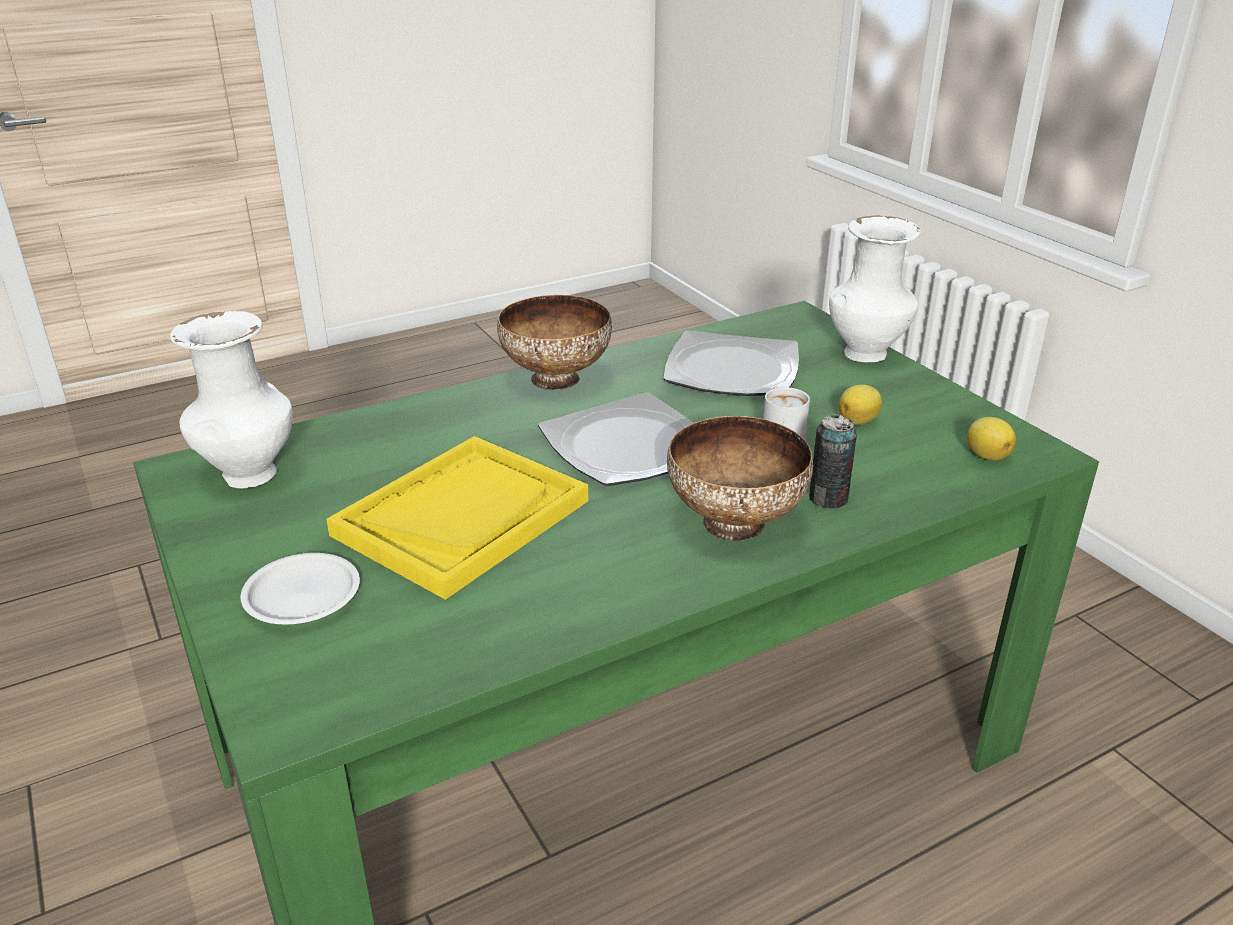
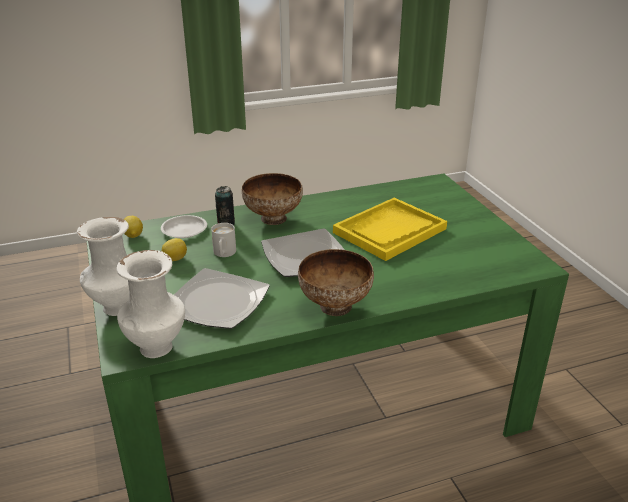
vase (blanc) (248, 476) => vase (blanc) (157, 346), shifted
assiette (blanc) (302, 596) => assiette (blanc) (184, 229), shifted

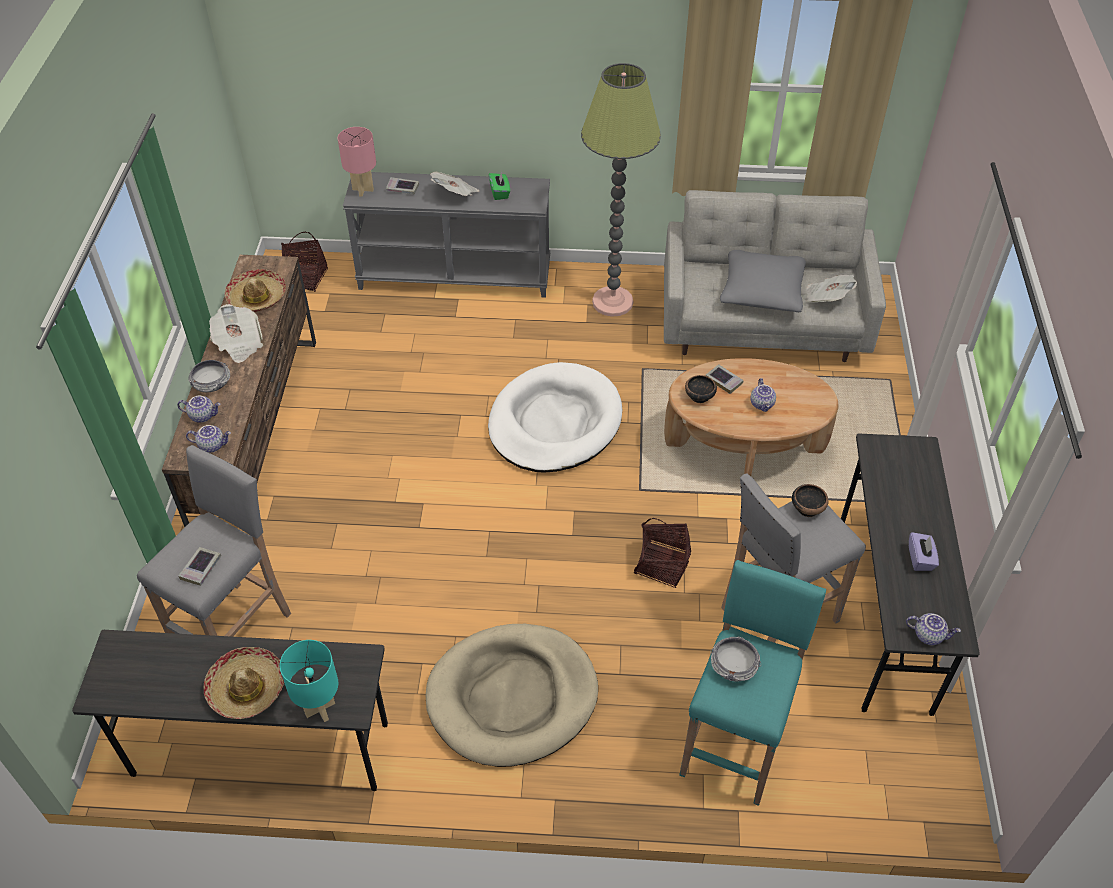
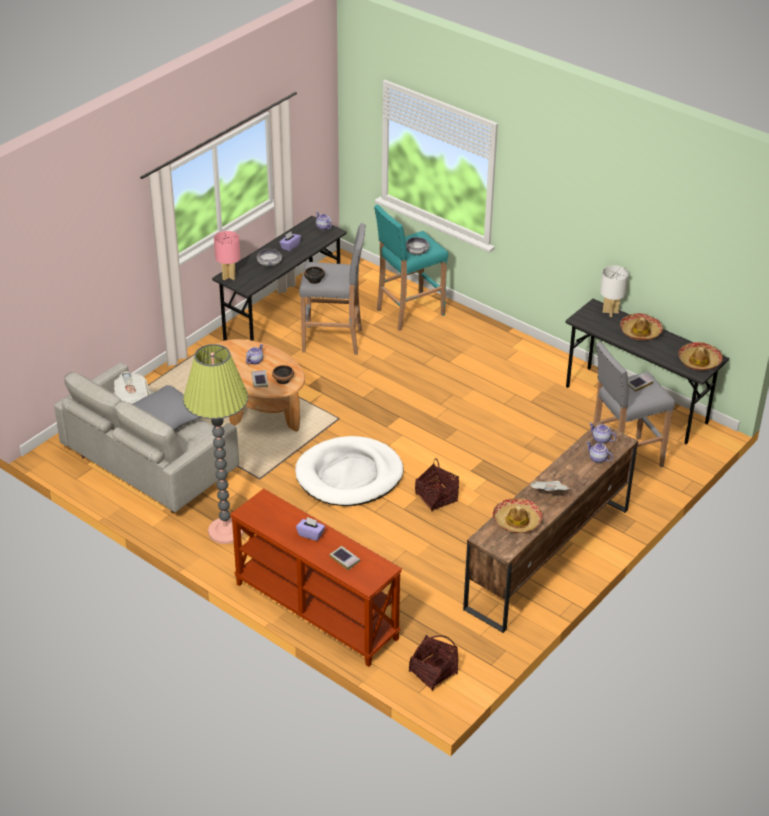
lampe de table (rose) (363, 190) => lampe de table (rose) (229, 276), shifted
boîte à mouchoirs (vert) (500, 192) => nothing
table console (gris) (455, 276) => table console (marron) (315, 611)
journal (455, 194) => boîte à mouchoirs (violet) (311, 534)
bol (211, 383) => bol (269, 263), shifted
panier (662, 564) => panier (436, 498), shifted
panier pour chien (beige) (512, 697) => nothing
lampe de table (turquoise) (319, 708) => lampe de table (blanc) (610, 312)
nothing => chapeau (699, 361)

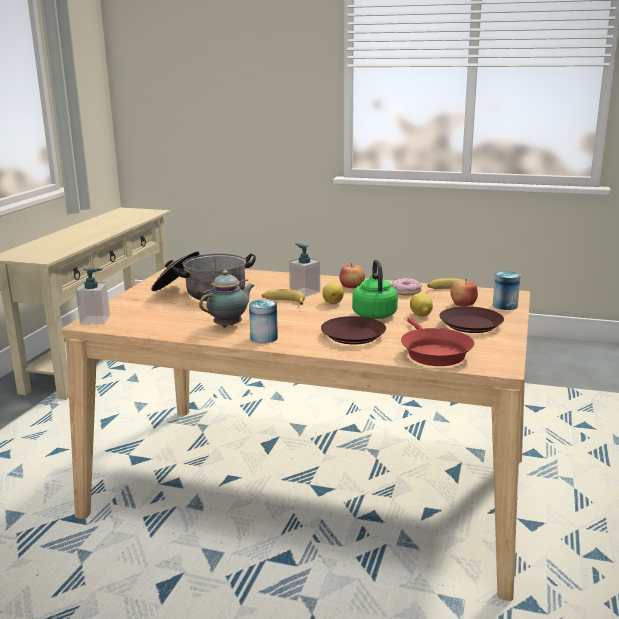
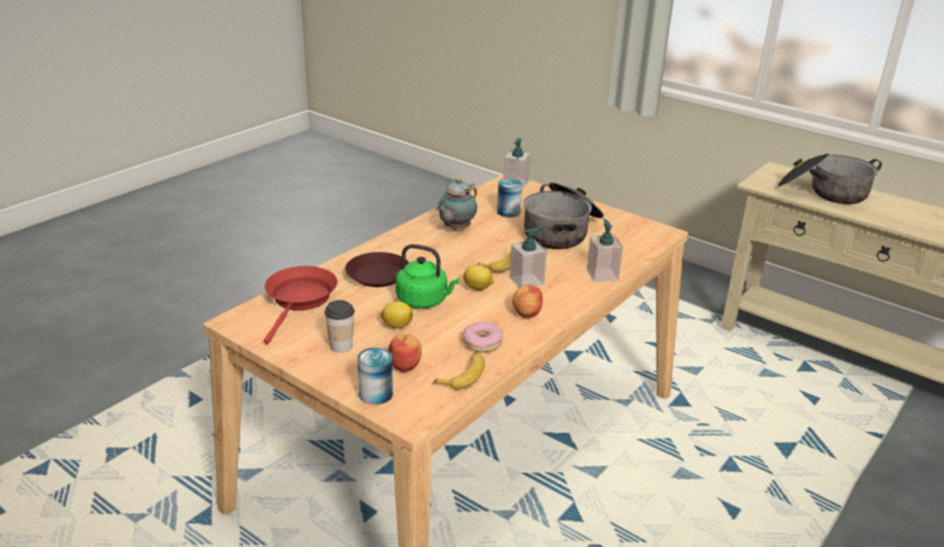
théière (230, 325) => théière (455, 229), 60 degrees clockwise
boîte métallique (264, 338) => boîte métallique (508, 212), shifted
assiette (marron) (471, 325) => tasse (341, 346)
poêle (rouge) (433, 352) => poêle (rouge) (300, 300), 90 degrees clockwise
nothing => marmite (824, 192)
nothing => distributeur de savon (602, 275)

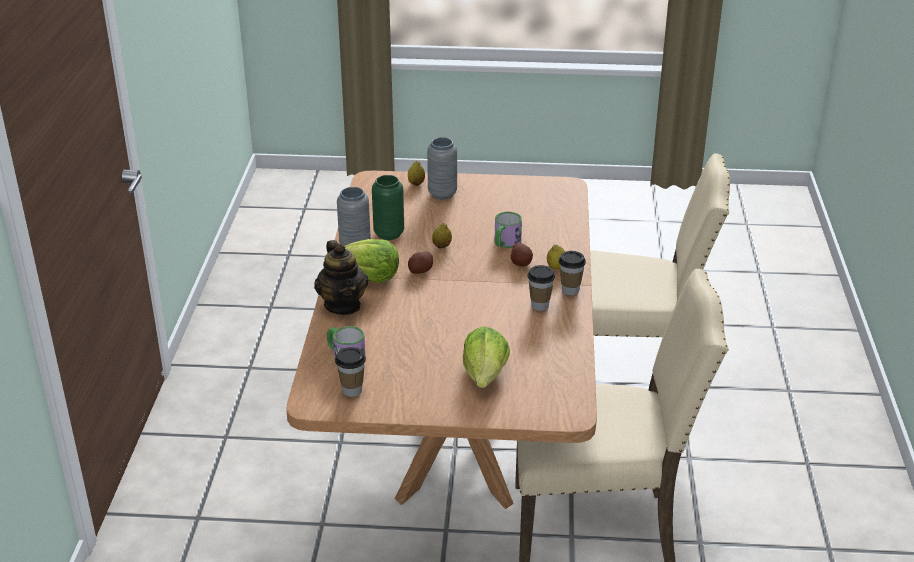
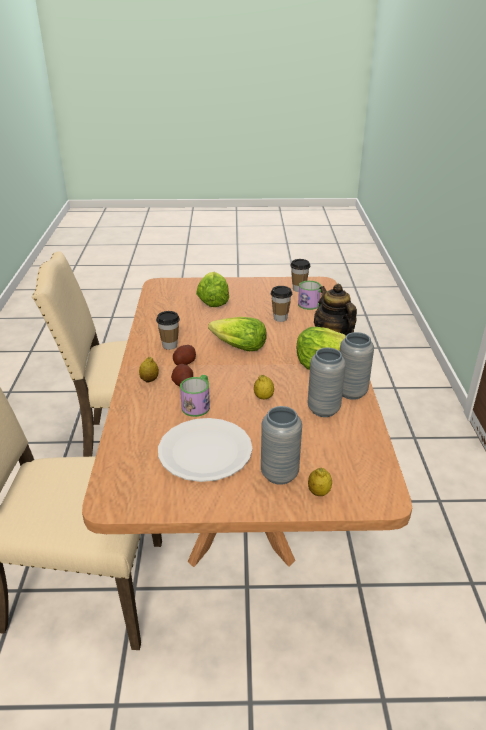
vase (vert) (389, 234) => vase (gris) (323, 409)
pomme de terre (420, 271) => pomme de terre (184, 362), shifted
tasse (570, 290) => tasse (280, 318), shifted
nothing => laitue (238, 347)
nothing => assiette (blanc) (205, 451)

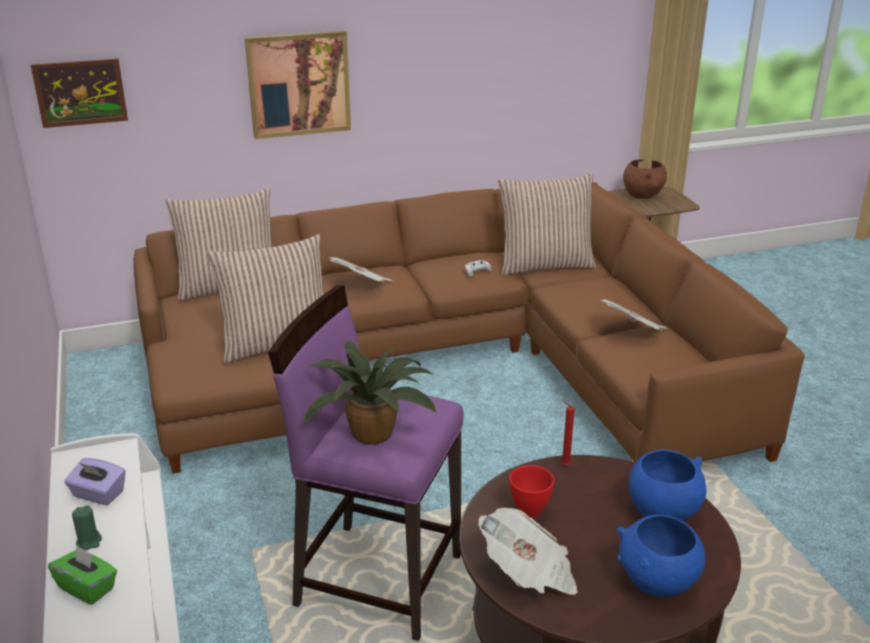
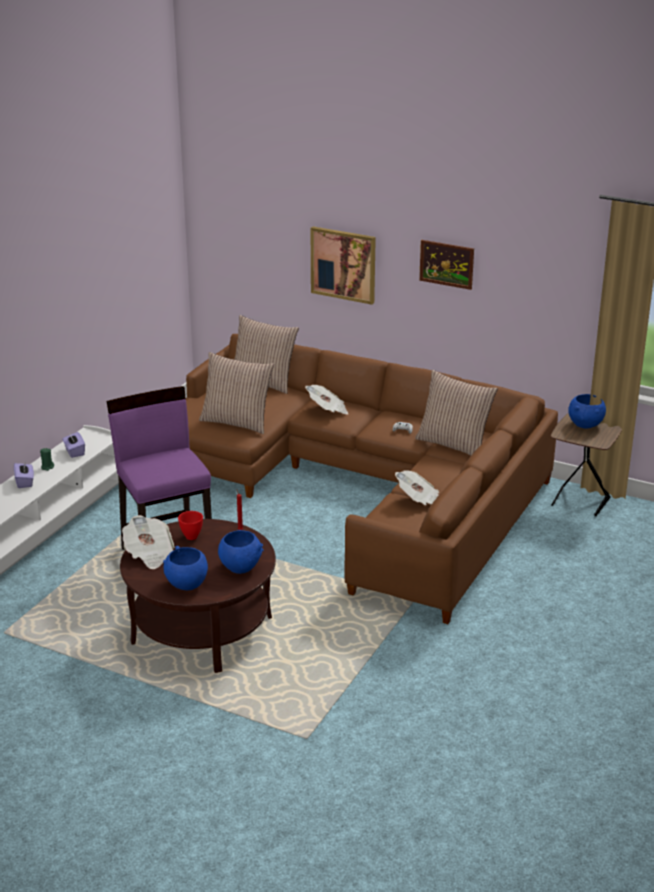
tableau (80, 92) => tableau (446, 264), shifted
bol (marron) (642, 195) => bol (bleu) (585, 425)
plante en pot (373, 430) => nothing
boîte à mouchoirs (vert) (87, 588) => boîte à mouchoirs (violet) (25, 482)

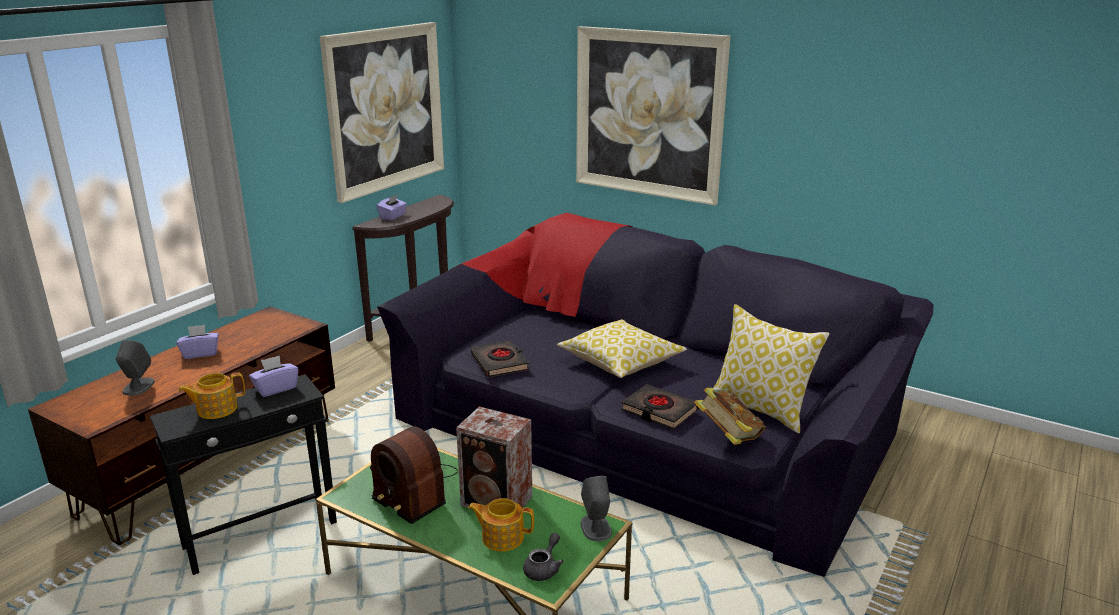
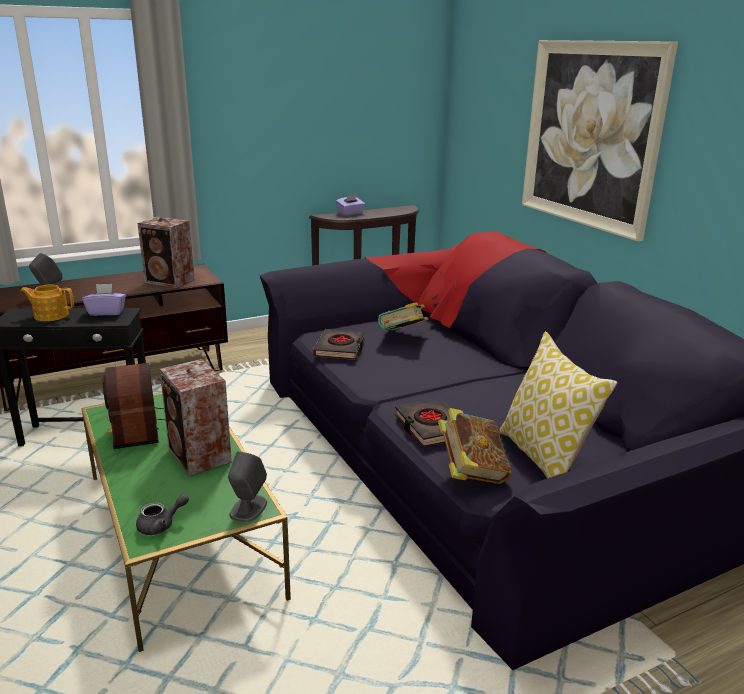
tableau (385, 109) => nothing
coussin (621, 362) => nothing
boîte à mouchoirs (violet) (200, 353) => nothing
théière (502, 537) => nothing
nothing => enceinte (170, 281)
nothing => livre (402, 336)

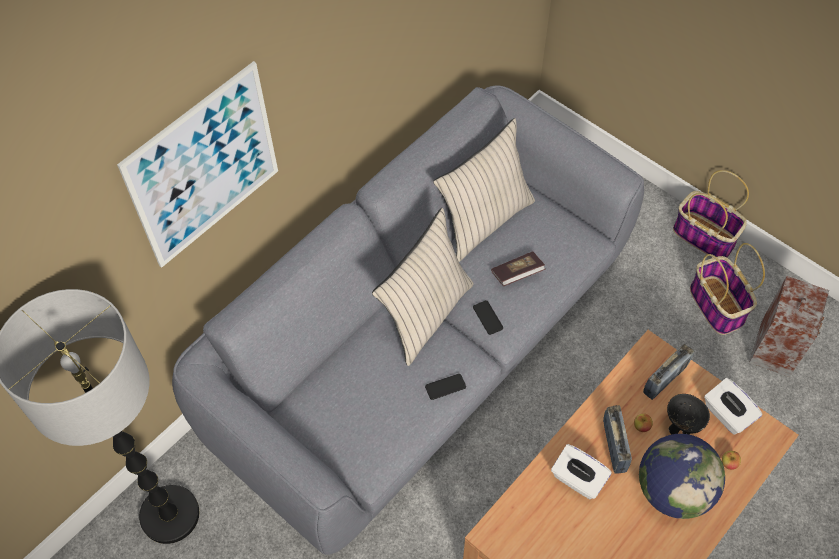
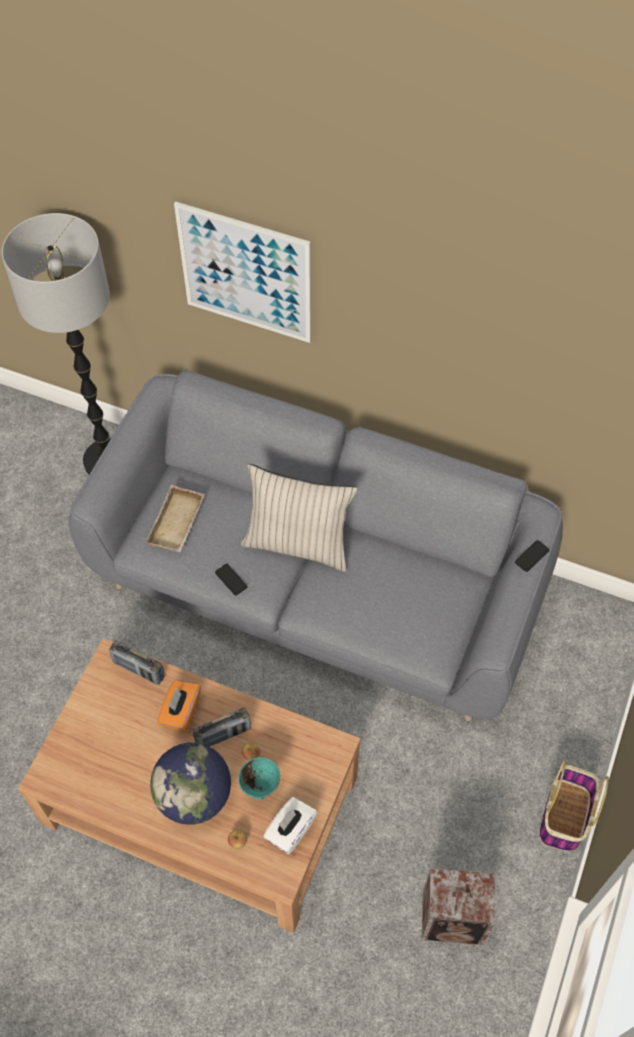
coussin (beige) (484, 220) => nothing
panier (717, 306) => nothing
livre (517, 274) => nothing
téléphone (488, 317) => téléphone (531, 556), shifted
radio (665, 379) => radio (139, 670), shifted
bol (noir) (679, 428) => bol (turquoise) (260, 789)
boîte à mouchoirs (blanc) (578, 479) => boîte à mouchoirs (orange) (181, 712)
nothing => plateau (beige) (178, 524)

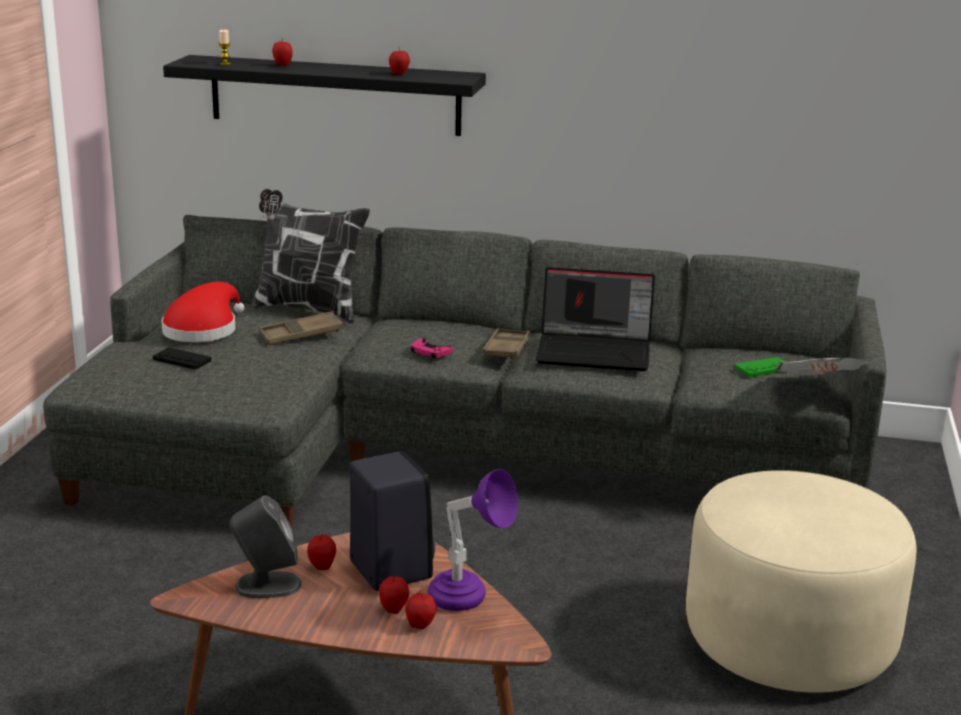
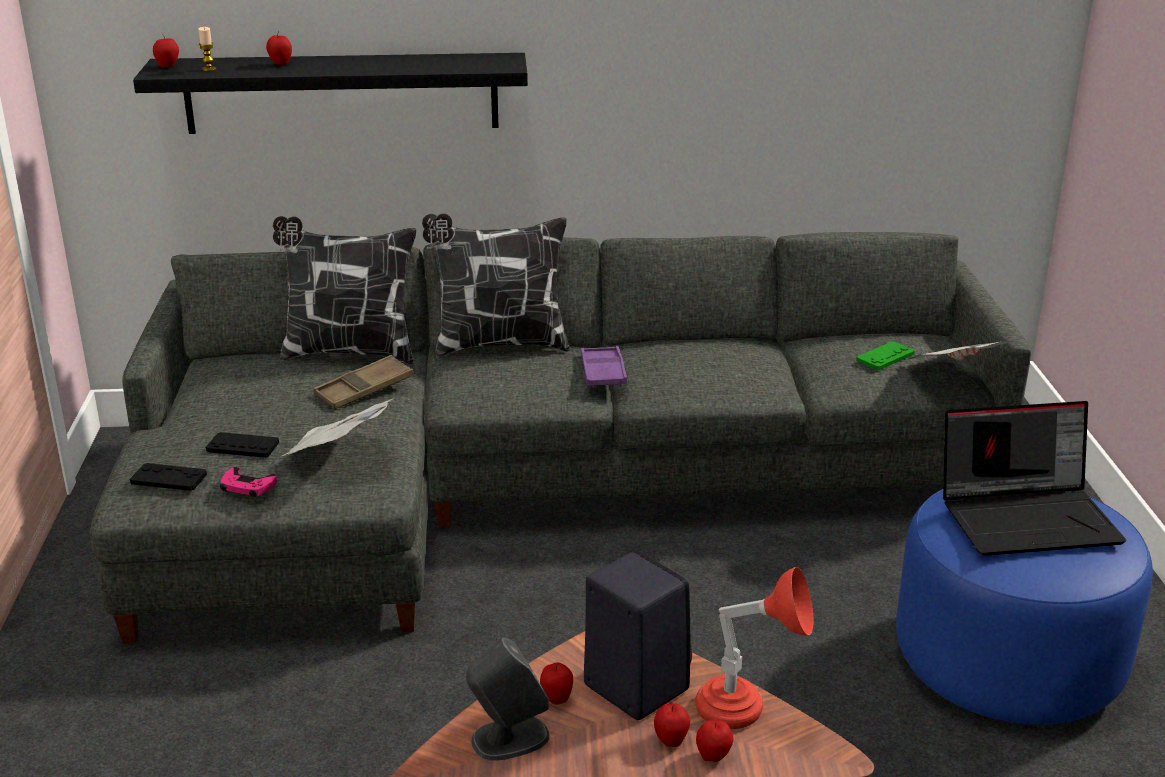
pomme (399, 74) => pomme (168, 67), shifted
ordinateur portable (595, 351) => ordinateur portable (1028, 517), shifted
chapeau (rouge) (203, 329) => nothing
plateau (marron) (506, 349) => plateau (violet) (603, 373)
manette (rose) (430, 352) => manette (rose) (247, 486), shifted
lampe de table (violet) (469, 603) => lampe de table (rouge) (748, 715)
pouf (beige) (789, 641) => pouf (bleu) (1008, 662)
nothing => coussin (498, 344)
nothing => journal (339, 454)
nothing => manette (noir) (168, 478)

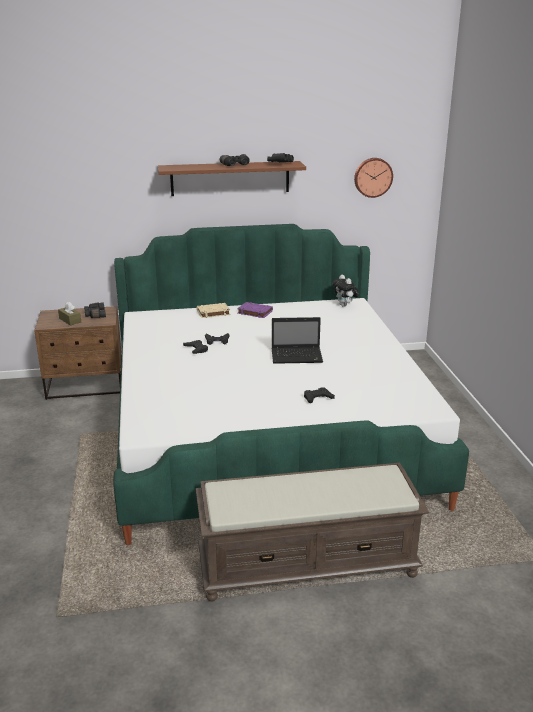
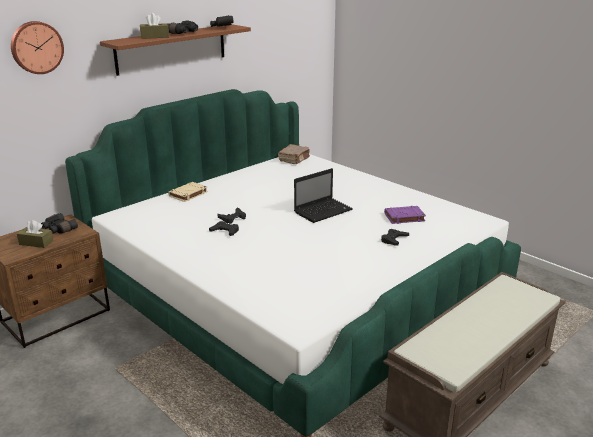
horloge murale (373, 177) => horloge murale (36, 47), shifted
peluche (344, 305) => livre (marron) (294, 160)
livre (violet) (254, 312) => livre (violet) (404, 217), shifted
nothing => boîte à mouchoirs (marron) (154, 37)

